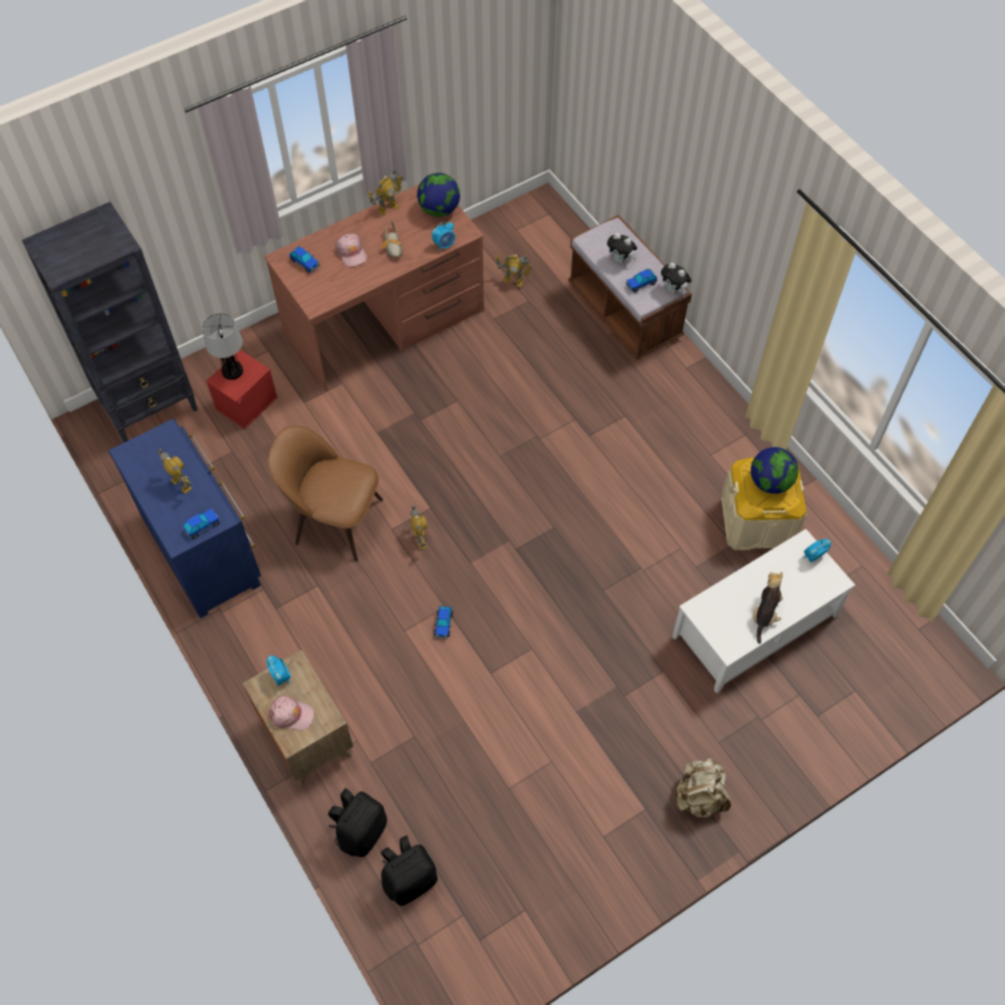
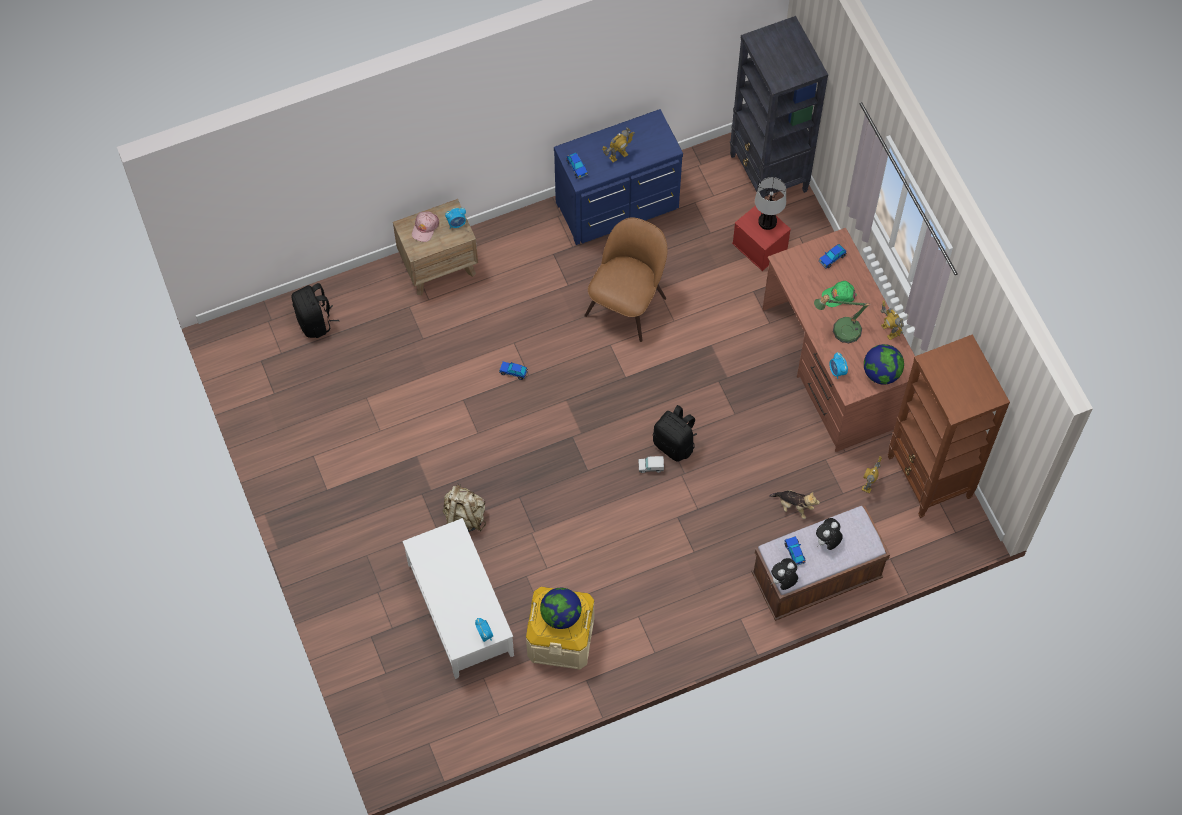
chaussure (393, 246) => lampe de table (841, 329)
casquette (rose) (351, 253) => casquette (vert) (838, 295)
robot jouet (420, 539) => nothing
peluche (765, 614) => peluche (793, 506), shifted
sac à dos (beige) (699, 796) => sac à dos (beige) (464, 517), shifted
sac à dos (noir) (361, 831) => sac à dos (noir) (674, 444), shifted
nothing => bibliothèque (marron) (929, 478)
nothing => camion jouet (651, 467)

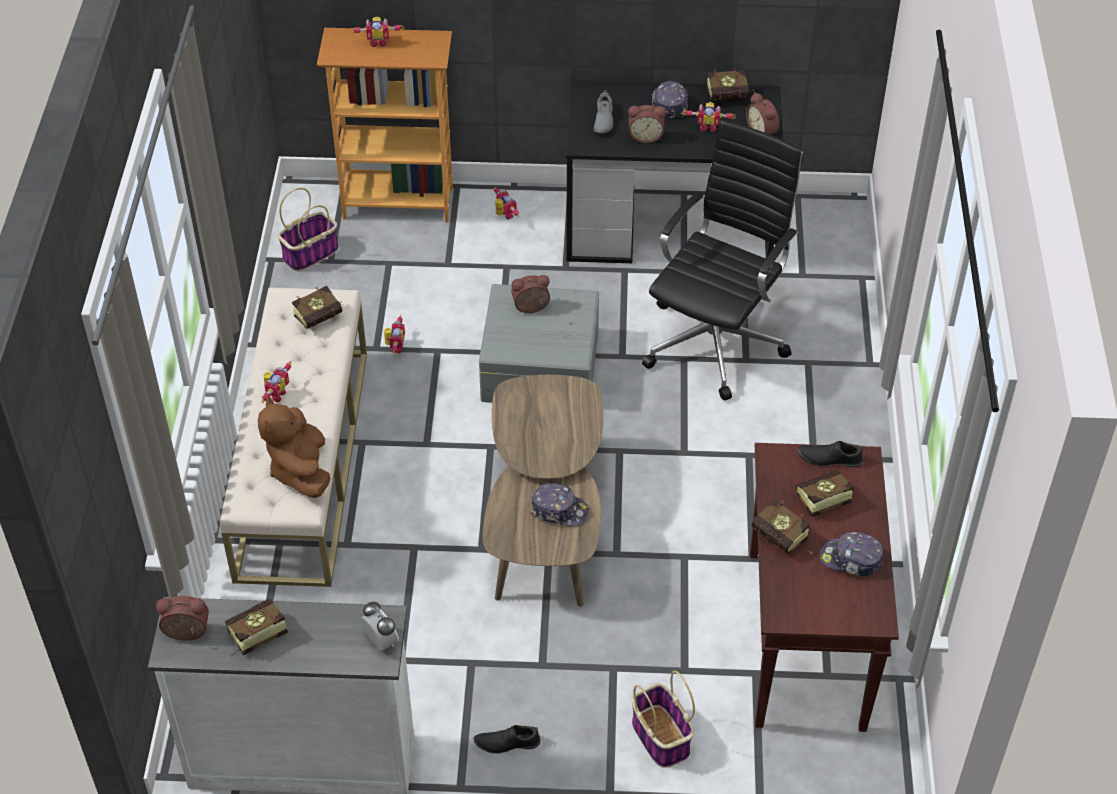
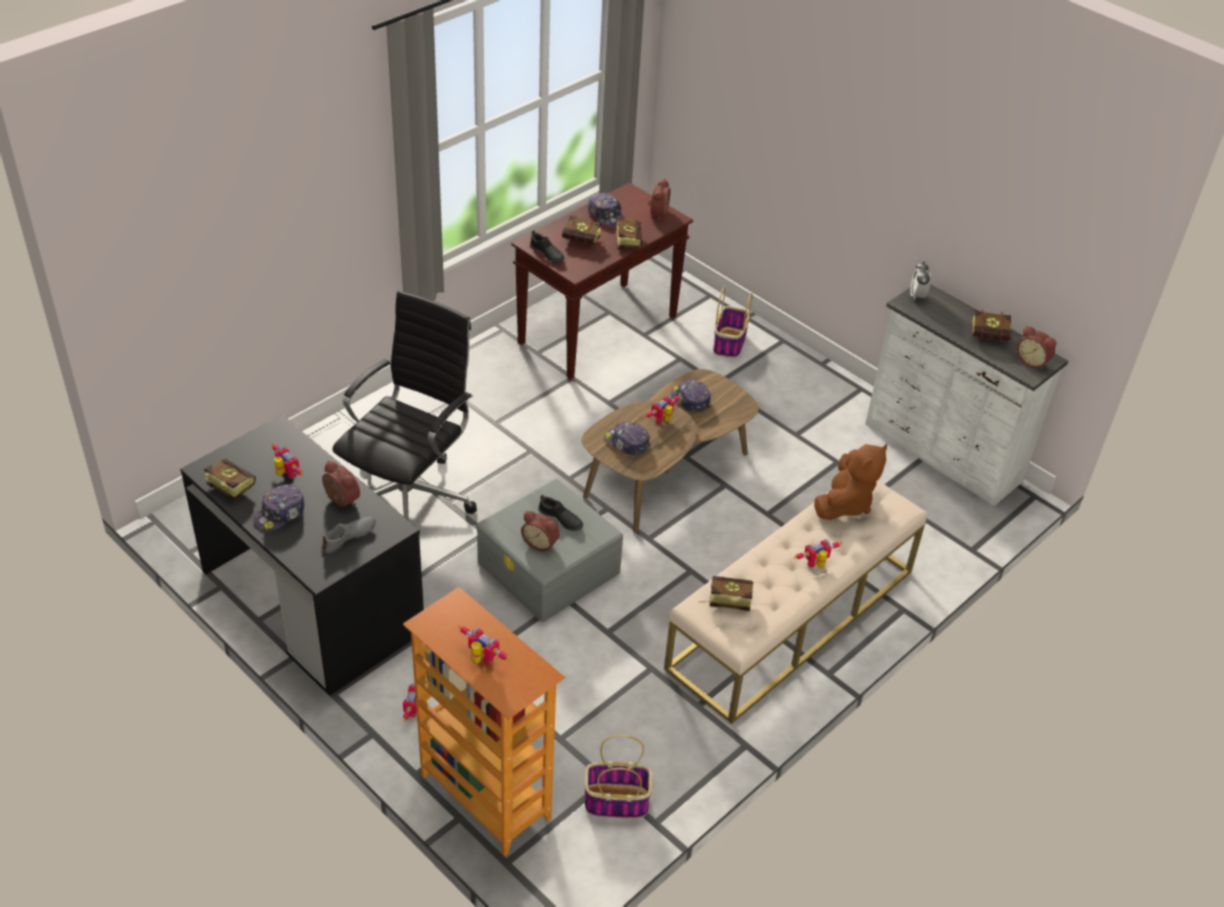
réveil (763, 131) => réveil (657, 213), shifted
chaise de bureau (noir) (716, 340) => chaise de bureau (noir) (410, 498), 135 degrees clockwise
robot jouet (395, 347) => robot jouet (663, 421), shifted
chaussure (noir) (507, 742) => chaussure (noir) (560, 519), shifted
nothing => casquette (626, 443)

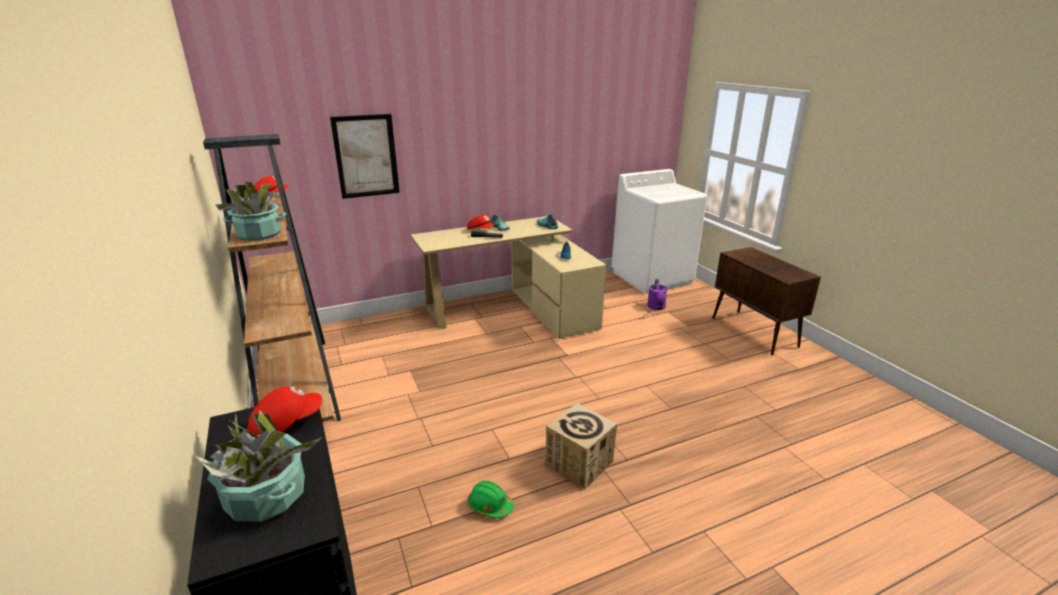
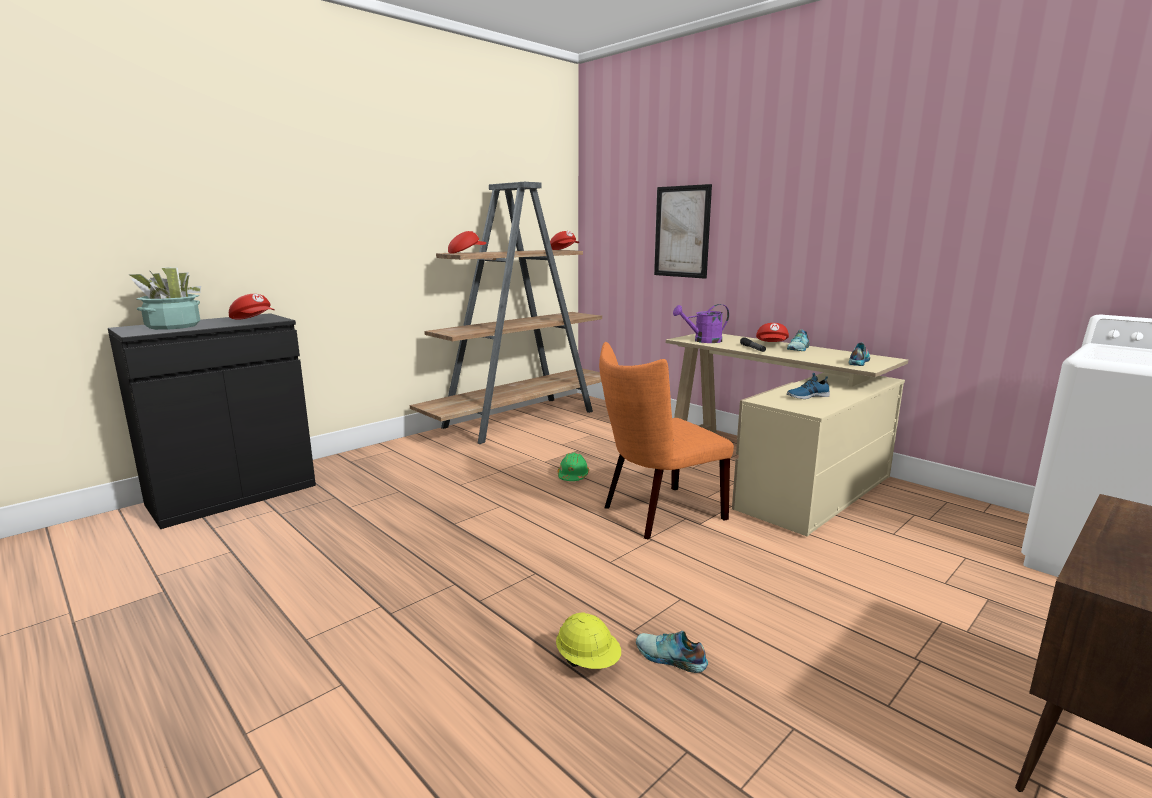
plante en pot (259, 235) => casquette (rouge) (466, 253)
arrosoir (violet) (657, 307) => arrosoir (violet) (703, 341), shifted
carton (579, 463) => nothing
casque de chantier (vert) (490, 506) => casque de chantier (vert) (573, 476), shifted
nothing => chaise (orange) (657, 514)
nothing => casque de chantier (jaune) (588, 661)
nothing => chaussure (670, 658)

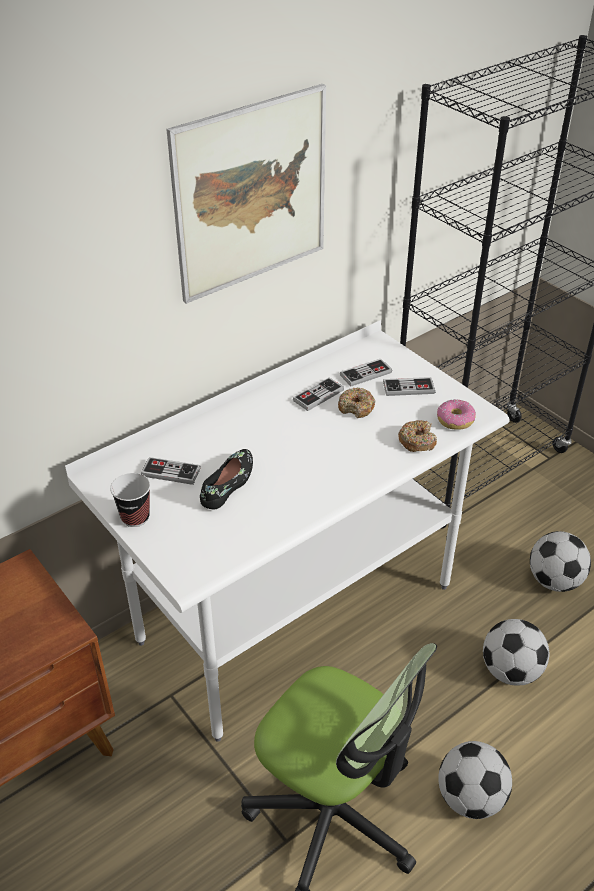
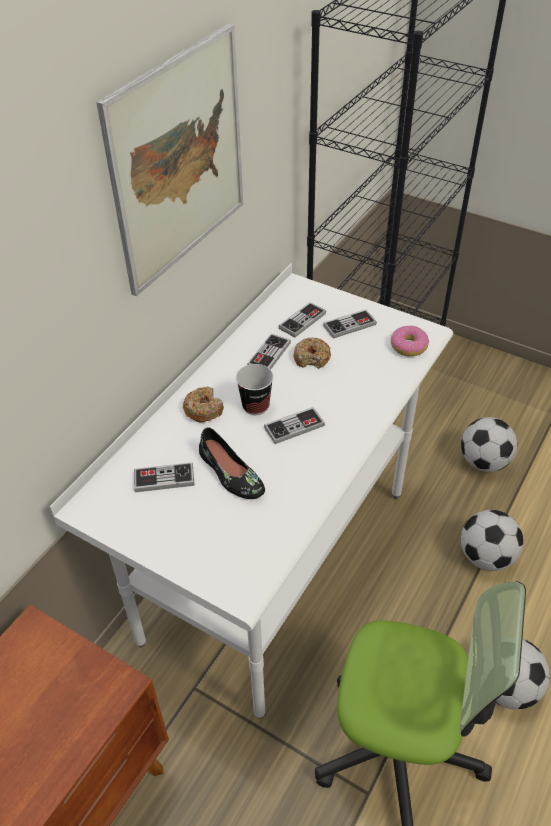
beignet (417, 441) => beignet (203, 409), shifted
chaussure (noir) (229, 484) => chaussure (noir) (230, 474), 135 degrees clockwise
tasse (135, 517) => tasse (255, 406), shifted
nothing => manette (294, 427)

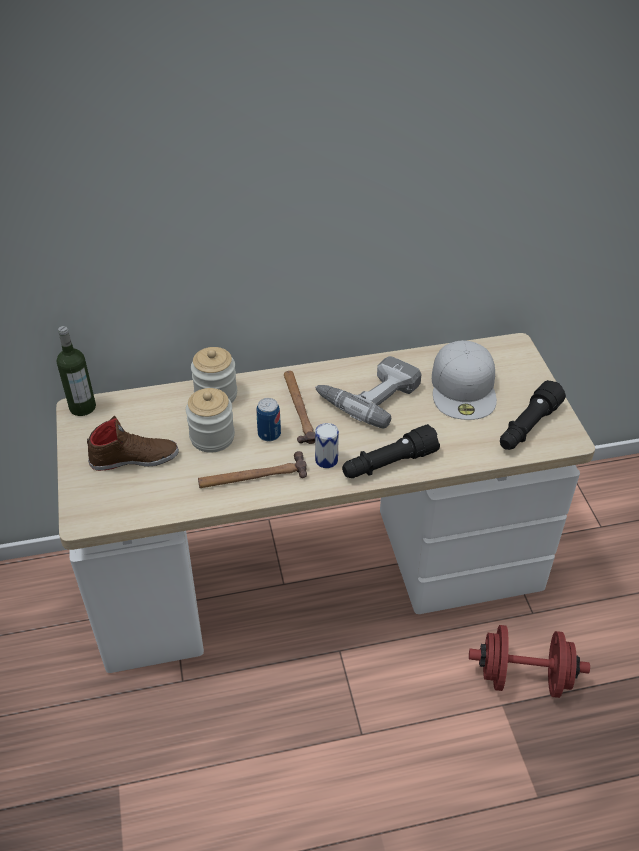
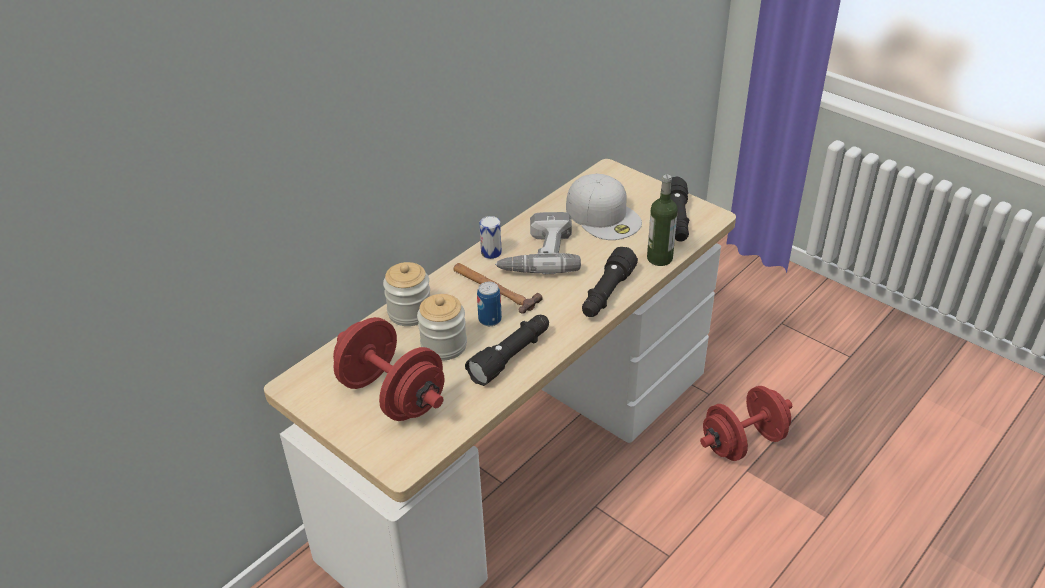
bouteille (82, 407) => bouteille (659, 258), shifted
chaussure (marron) (134, 457) => haltère (rouge) (392, 395)
boîte métallique (326, 460) => boîte métallique (491, 252), shifted
marteau (253, 476) => lampe de poche (noir) (511, 356)

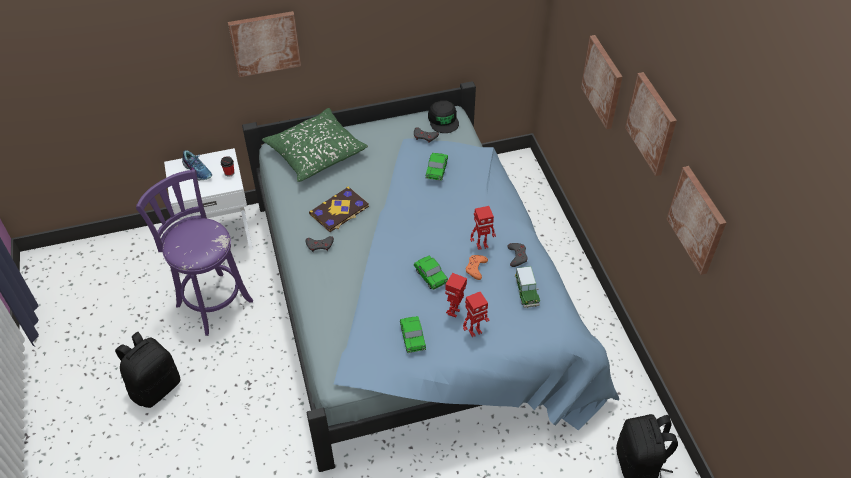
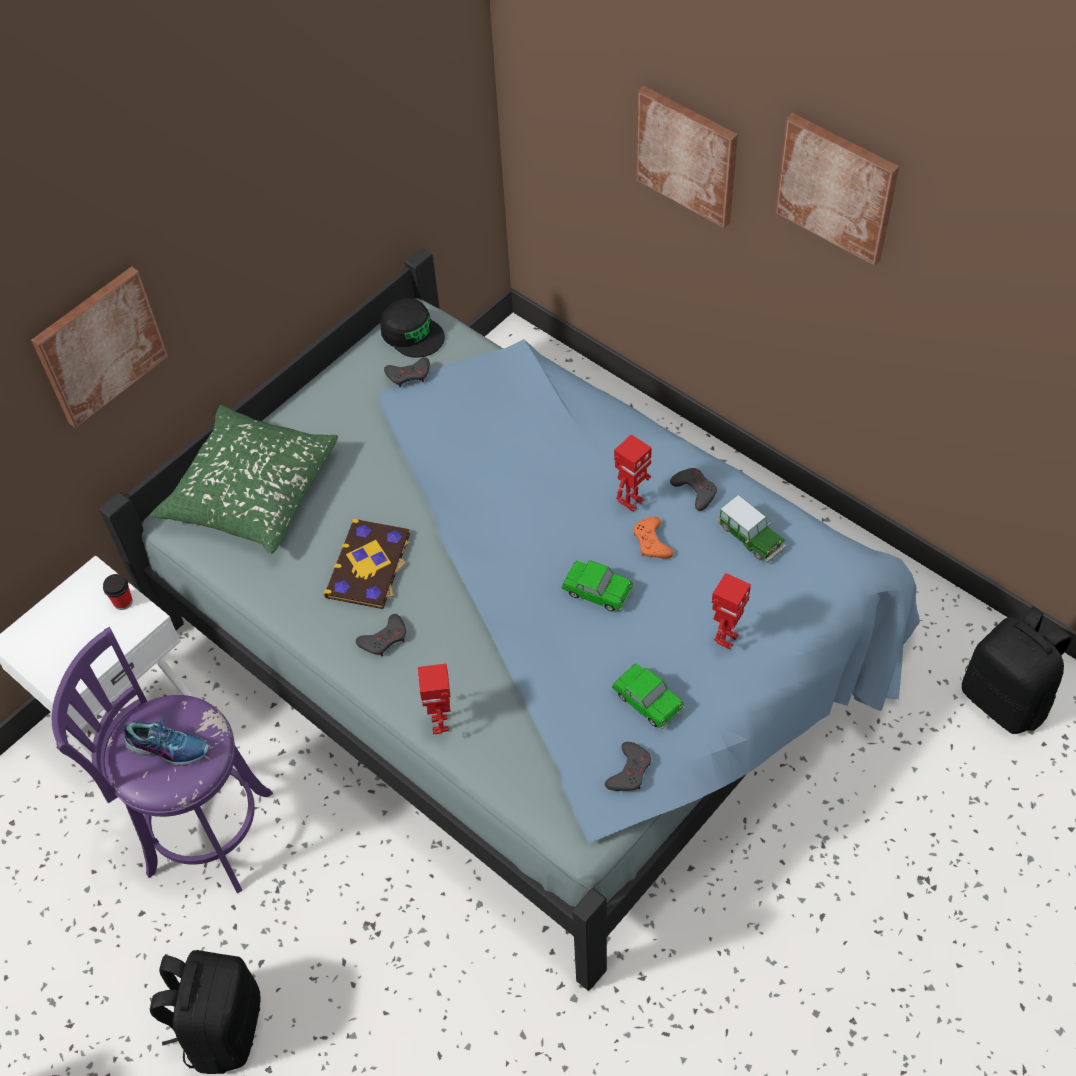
chaussure (198, 170) => chaussure (168, 747), shifted
petite voiture (436, 171) => nothing
tableau (697, 220) => nothing
robot jouet (454, 312) => robot jouet (441, 724), shifted
nothing => manette (gris) (629, 771)

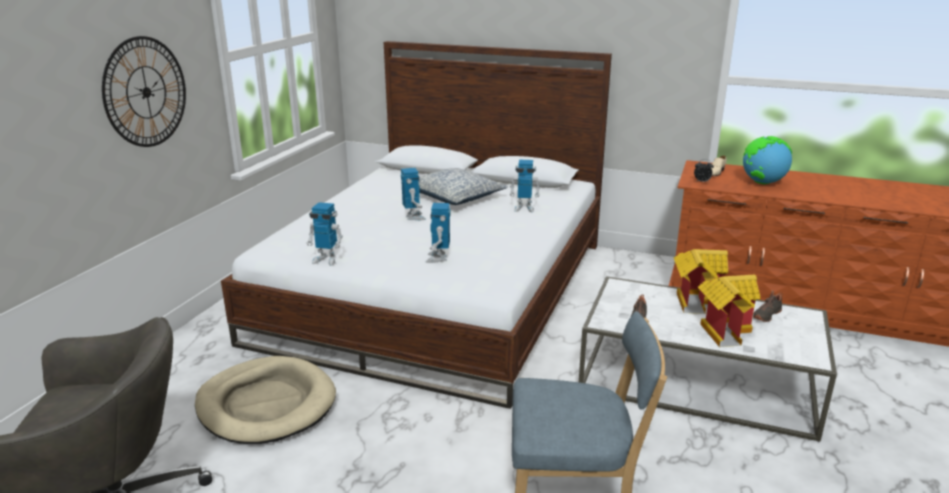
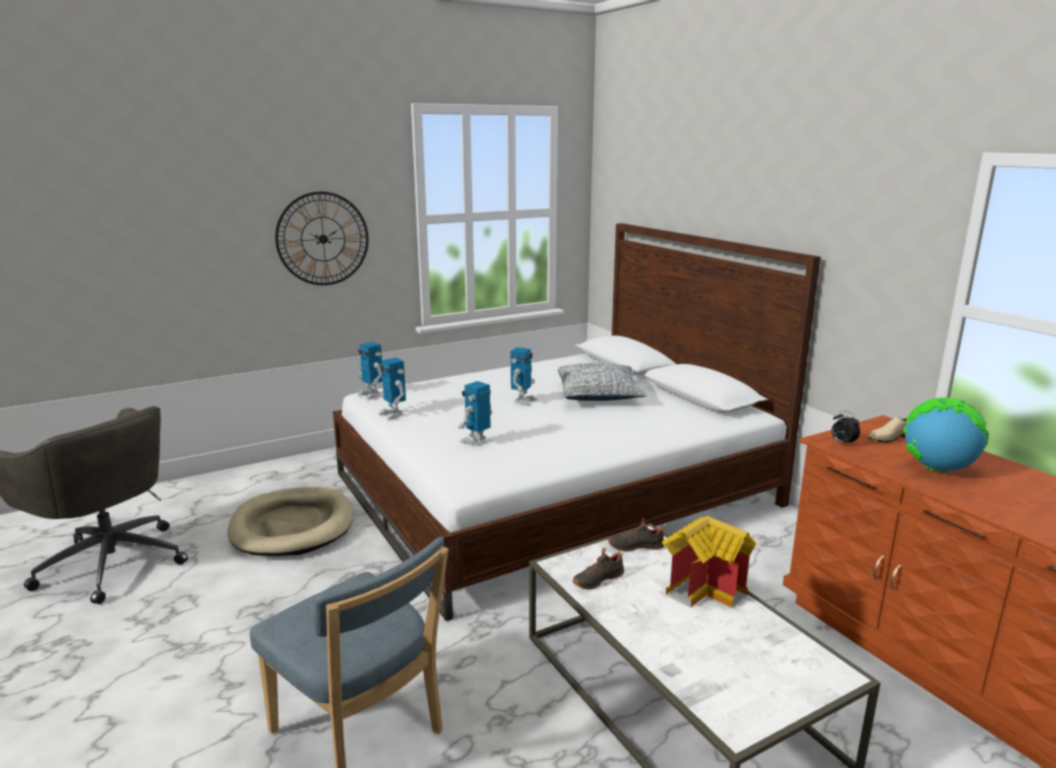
robot jouet (524, 208) => robot jouet (371, 395), shifted
maison miniature (723, 330) => nothing
chaussure (noir) (766, 315) => chaussure (noir) (635, 546), shifted

